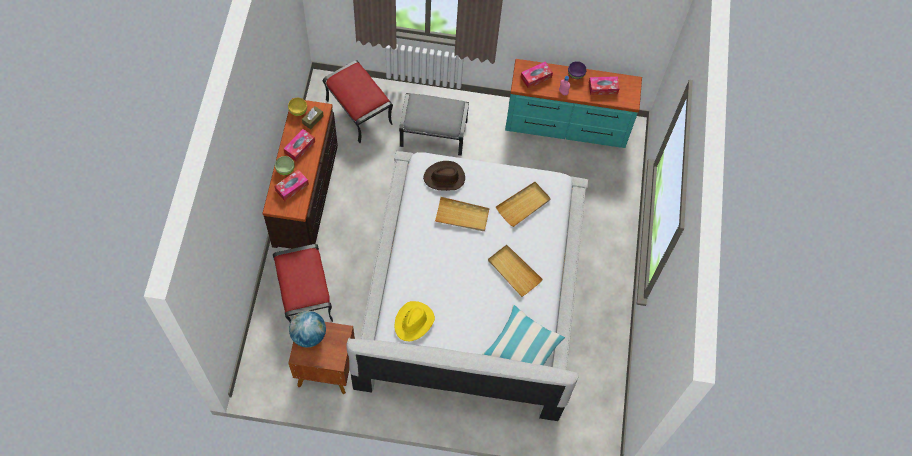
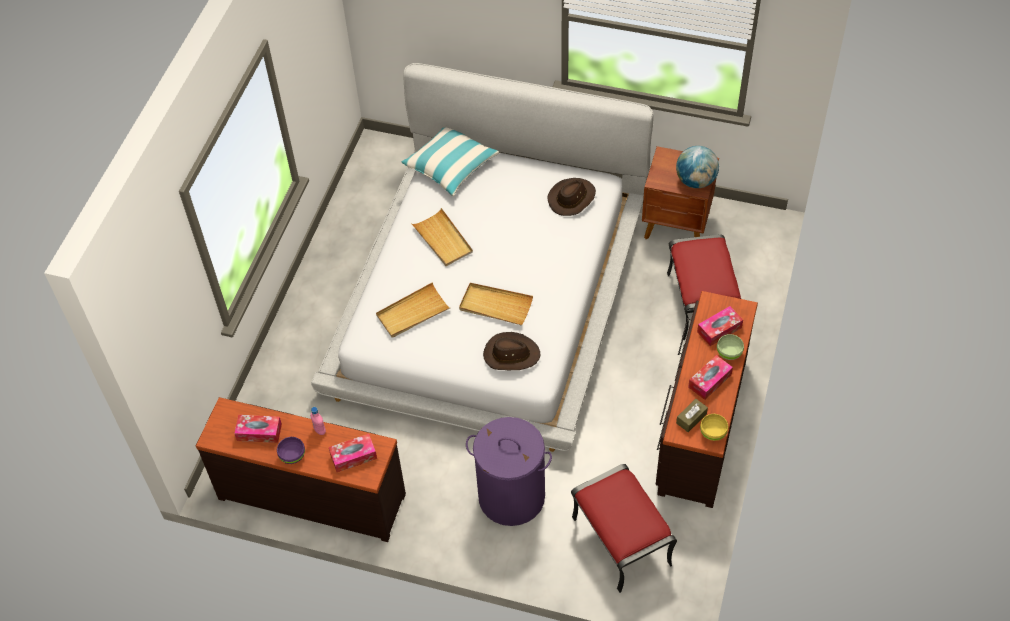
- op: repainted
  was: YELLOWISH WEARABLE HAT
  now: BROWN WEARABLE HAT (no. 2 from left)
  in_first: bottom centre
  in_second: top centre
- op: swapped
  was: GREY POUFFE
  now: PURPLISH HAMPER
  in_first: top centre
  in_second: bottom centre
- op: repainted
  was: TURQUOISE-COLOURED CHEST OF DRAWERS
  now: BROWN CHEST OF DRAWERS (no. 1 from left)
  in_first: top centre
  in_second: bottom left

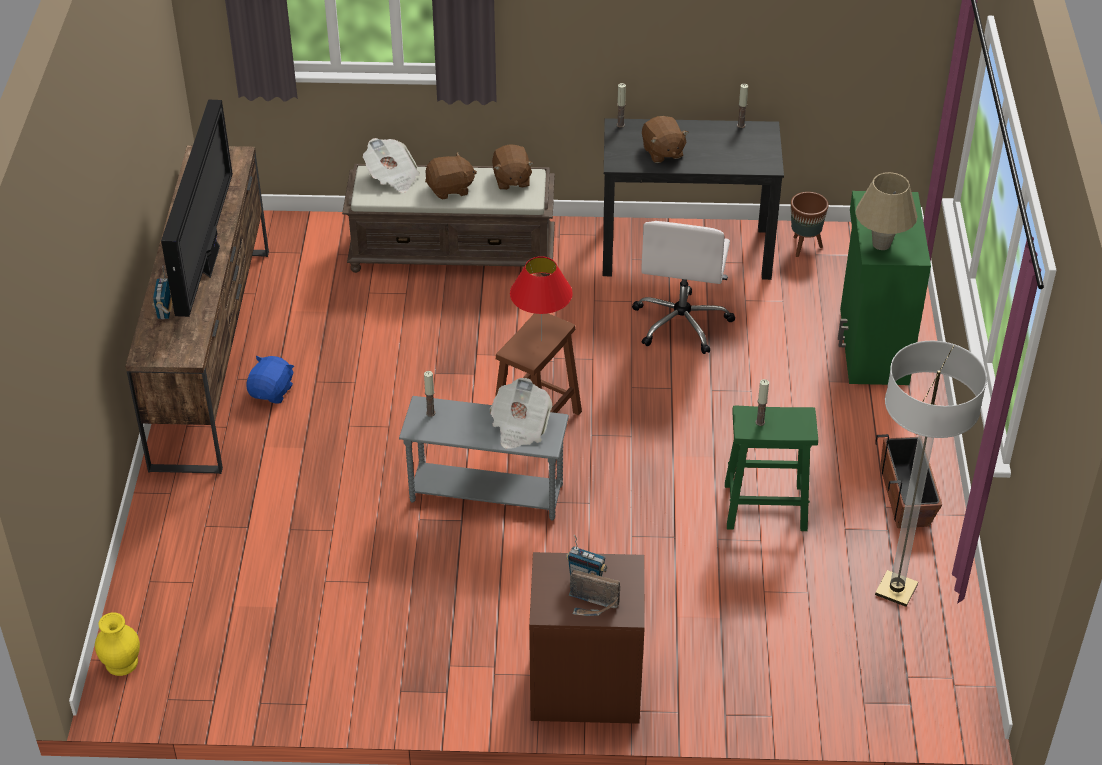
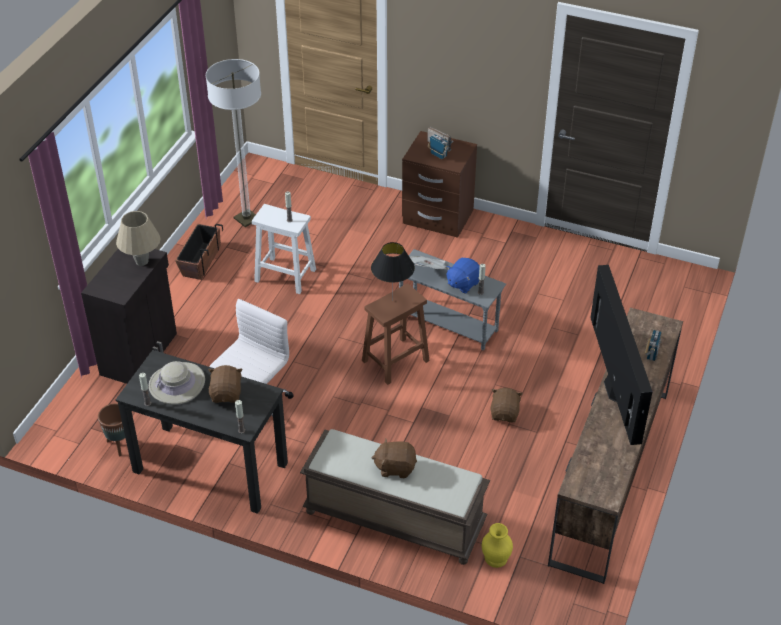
- op: shifted
  was: YELLOWISH DECORATIVE VASE
  in_first: bottom left
  in_second: bottom centre
- op: rotated
  was: TV
  in_first: top left
  in_second: middle right
  clockwise: 150
- op: shifted
  was: BLUE CUDDLY TOY
  in_first: middle left
  in_second: centre
- op: gone
  was: PRINTED PAPER (no. 1 from left)
  in_first: top centre
- op: shifted
  was: BROWN CUDDLY TOY (no. 2 from left in the first image)
  now: BROWN CUDDLY TOY (no. 3 from left)
  in_first: top centre
  in_second: centre
- op: repainted
  was: REDDISH TABLETOP LAMP
  now: BLACK TABLETOP LAMP
  in_first: centre
  in_second: centre
- op: repainted
  was: GREEN-COLOURED STOOL
  now: WHITE-COLOURED STOOL
  in_first: middle right
  in_second: centre
- op: repainted
  was: GREEN-COLOURED CABINET
  now: BLACK CABINET
  in_first: middle right
  in_second: middle left
- op: new
  now: BEIGE WEARABLE HAT
  in_second: middle left

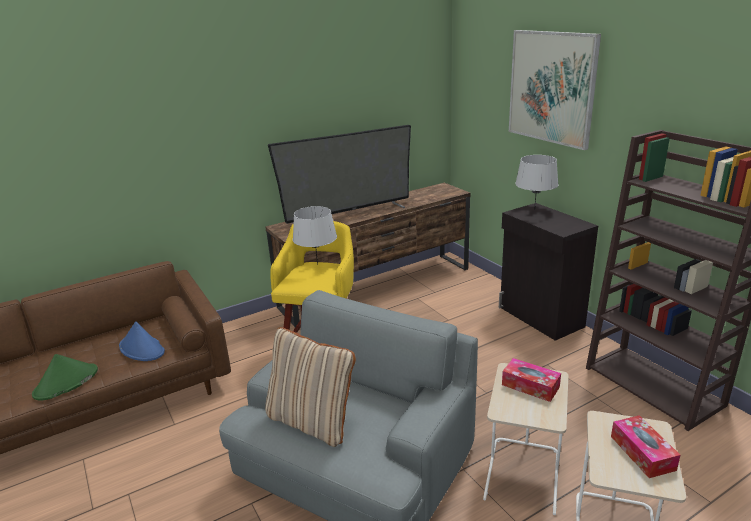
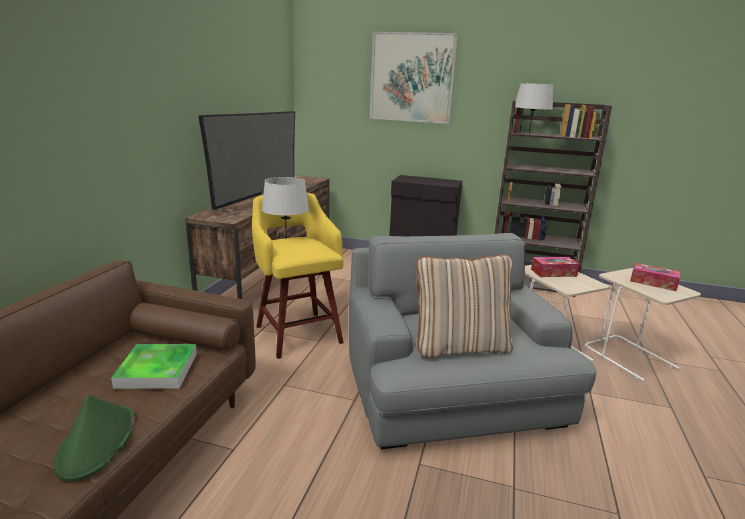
- op: swapped
  was: BLUE WEARABLE HAT
  now: SERVING TRAY
  in_first: middle left
  in_second: bottom left
- op: shifted
  was: GREY TABLETOP LAMP (no. 2 from left)
  in_first: middle right
  in_second: top right

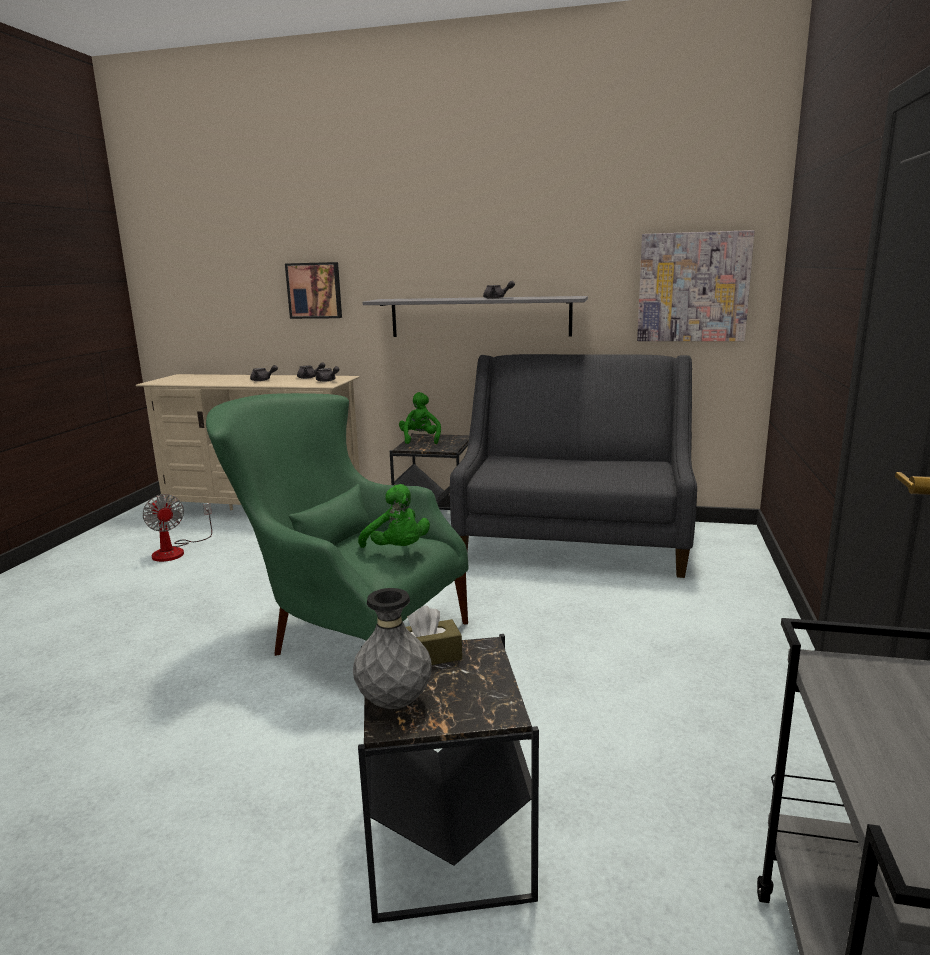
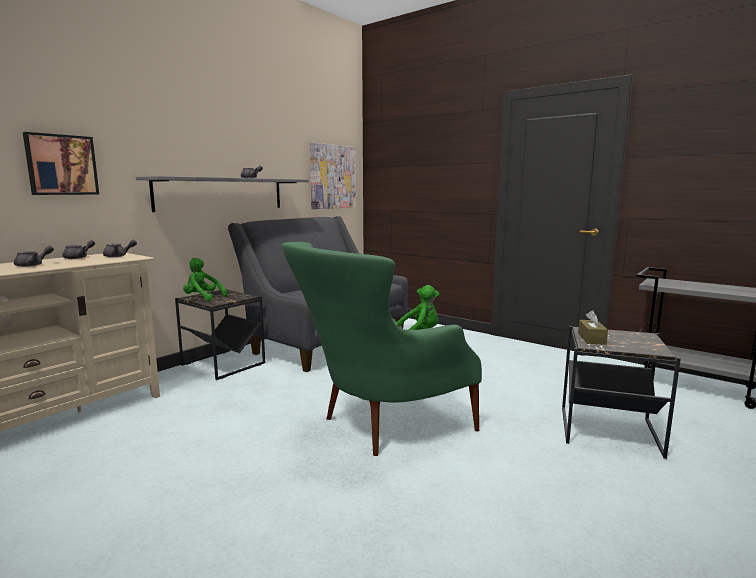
- op: gone
  was: COOLING FAN
  in_first: middle left
- op: gone
  was: GREY DECORATIVE VASE
  in_first: bottom centre

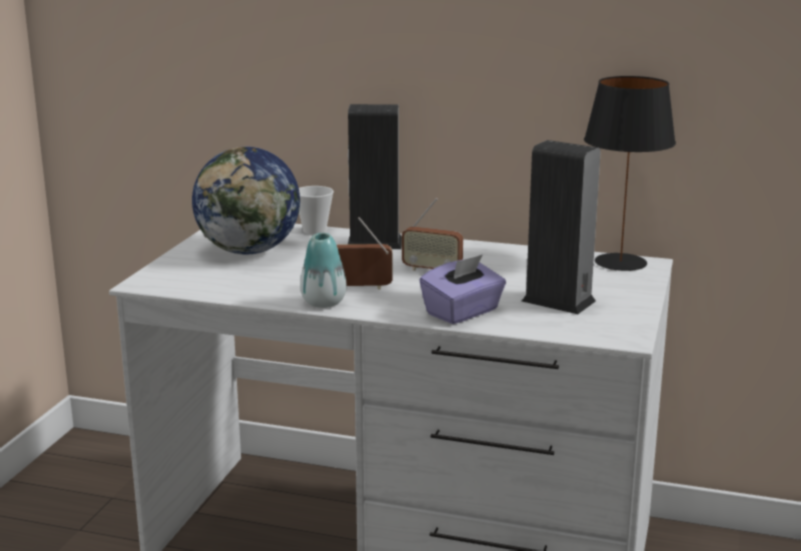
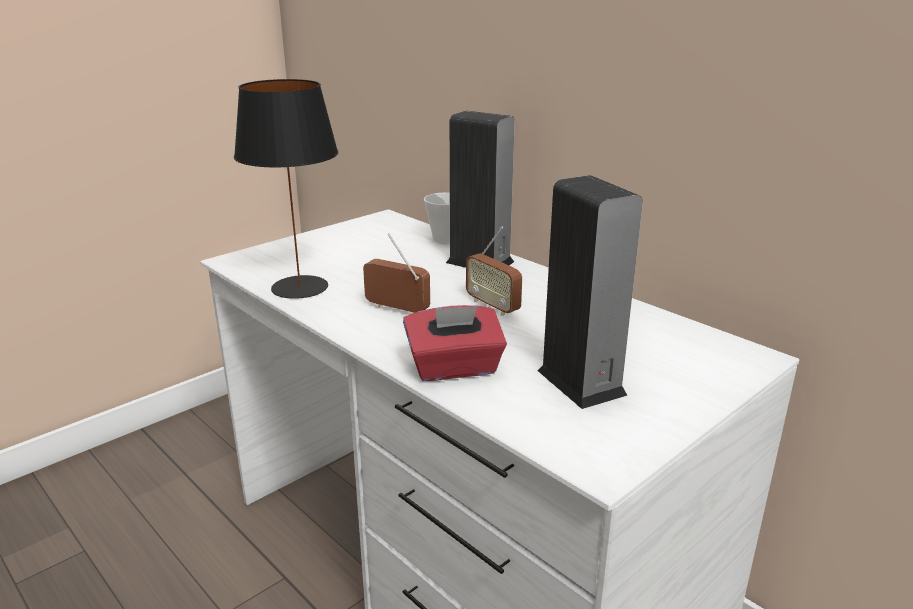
- op: gone
  was: GLOBE
  in_first: middle left
- op: gone
  was: DECORATIVE VASE
  in_first: centre
- op: repainted
  was: PURPLISH TISSUE HOLDER
  now: REDDISH TISSUE HOLDER
  in_first: centre
  in_second: centre
- op: shifted
  was: BLACK TABLETOP LAMP
  in_first: top right
  in_second: top left

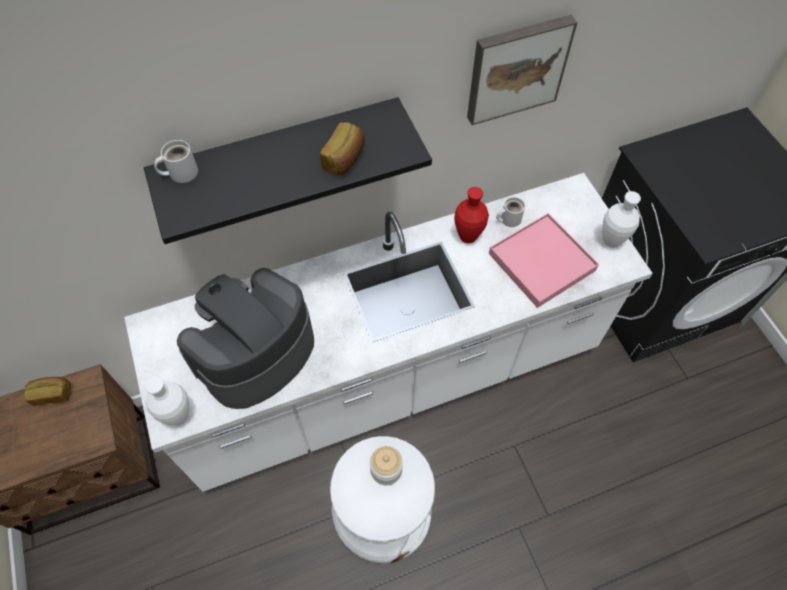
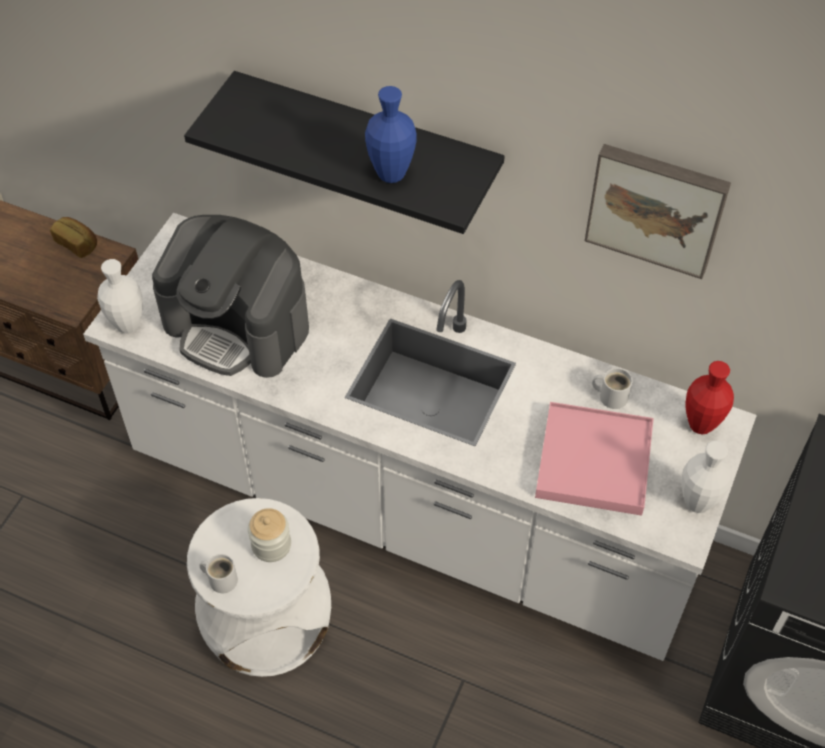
- op: shifted
  was: WHITE-COLOURED TEA MUG (no. 1 from left)
  in_first: top left
  in_second: bottom left
- op: rotated
  was: COFFEE BREWER
  in_first: middle left
  in_second: middle left
  clockwise: -150
- op: swapped
  was: BREAD (no. 2 from left)
  now: BLUE DECORATIVE VASE
  in_first: top centre
  in_second: top centre
- op: shifted
  was: REDDISH DECORATIVE VASE
  in_first: centre
  in_second: middle right

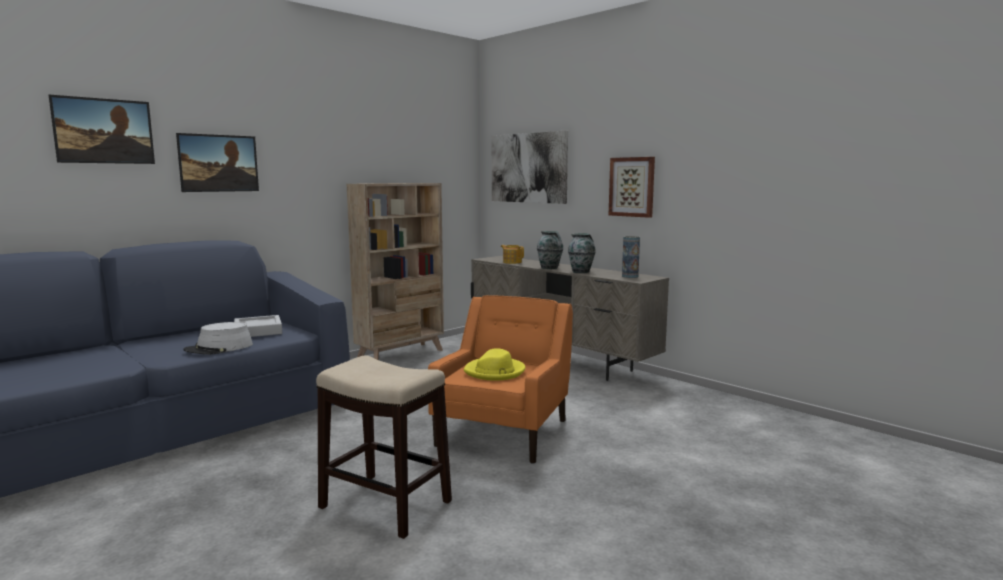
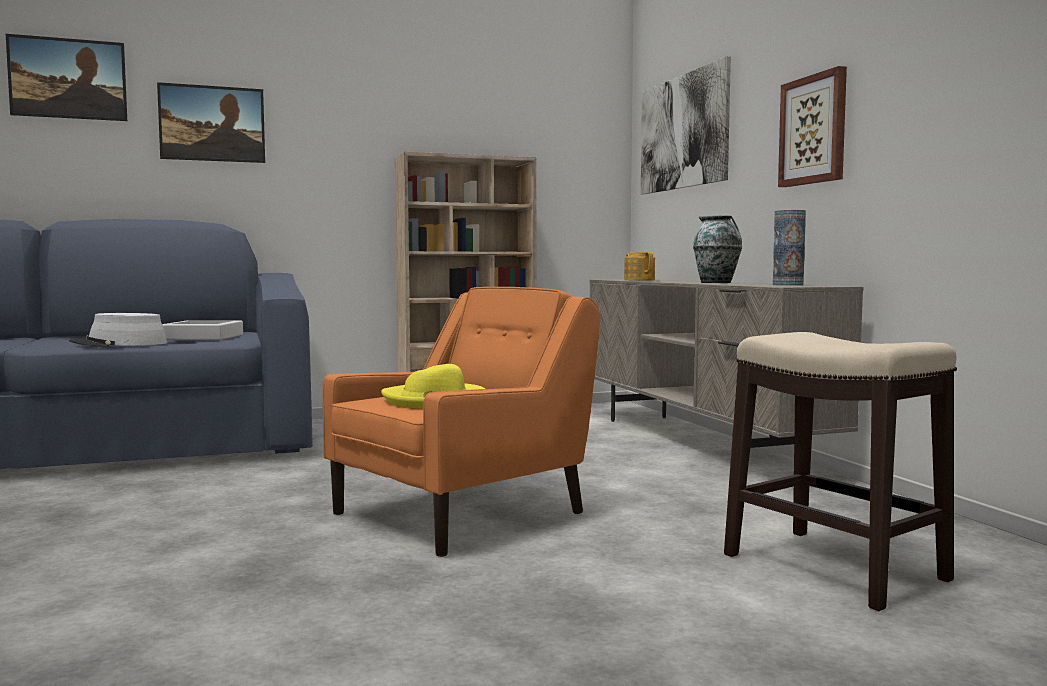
- op: shifted
  was: STOOL
  in_first: bottom centre
  in_second: bottom right
- op: gone
  was: DECORATIVE VASE (no. 1 from left)
  in_first: centre

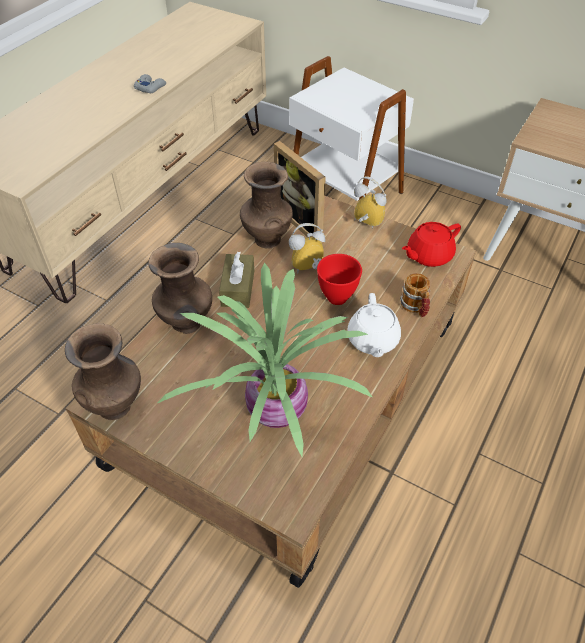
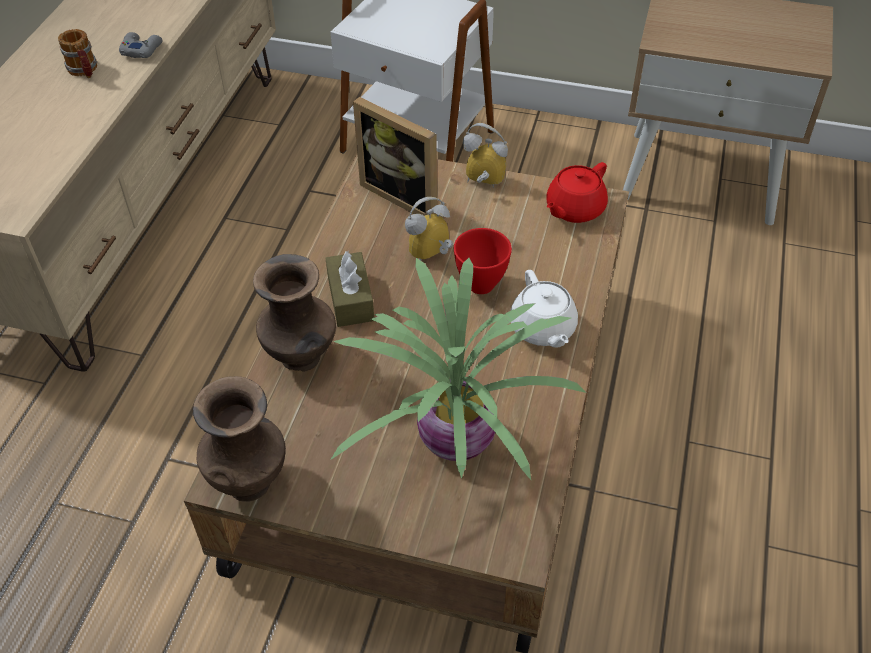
- op: gone
  was: BROWN DECORATIVE VASE (no. 3 from left)
  in_first: top centre
- op: shifted
  was: TEA MUG
  in_first: middle right
  in_second: top left

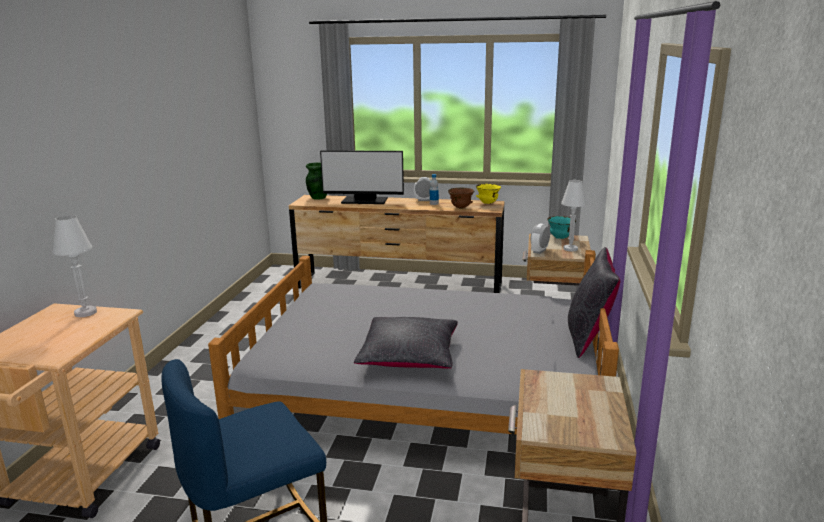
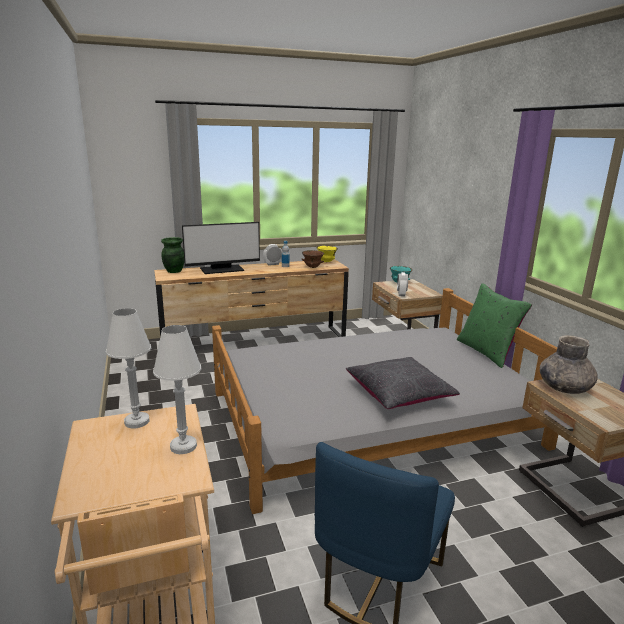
- op: shifted
  was: WHITE-COLOURED TABLETOP LAMP (no. 2 from left)
  in_first: middle right
  in_second: middle left
- op: repainted
  was: BLACK THROW PILLOW (no. 2 from left)
  now: GREEN-COLOURED THROW PILLOW
  in_first: middle right
  in_second: middle right
- op: new
  now: GREY DECORATIVE VASE
  in_second: middle right

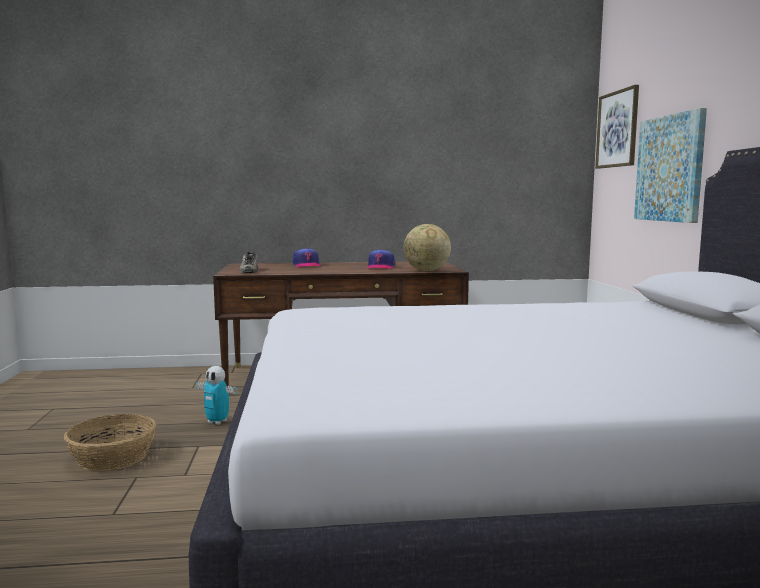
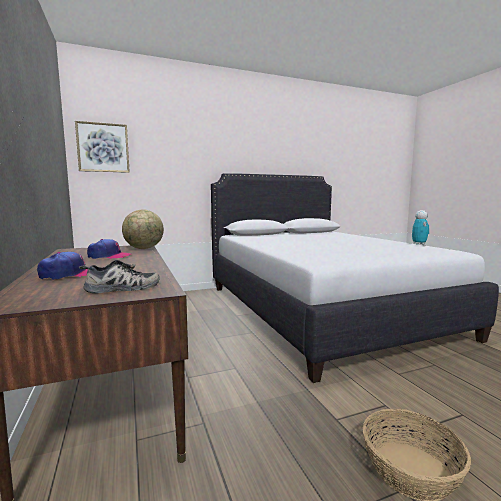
- op: shifted
  was: TOY ROBOT
  in_first: bottom left
  in_second: middle right
- op: gone
  was: PICTURE (no. 2 from left)
  in_first: top right

